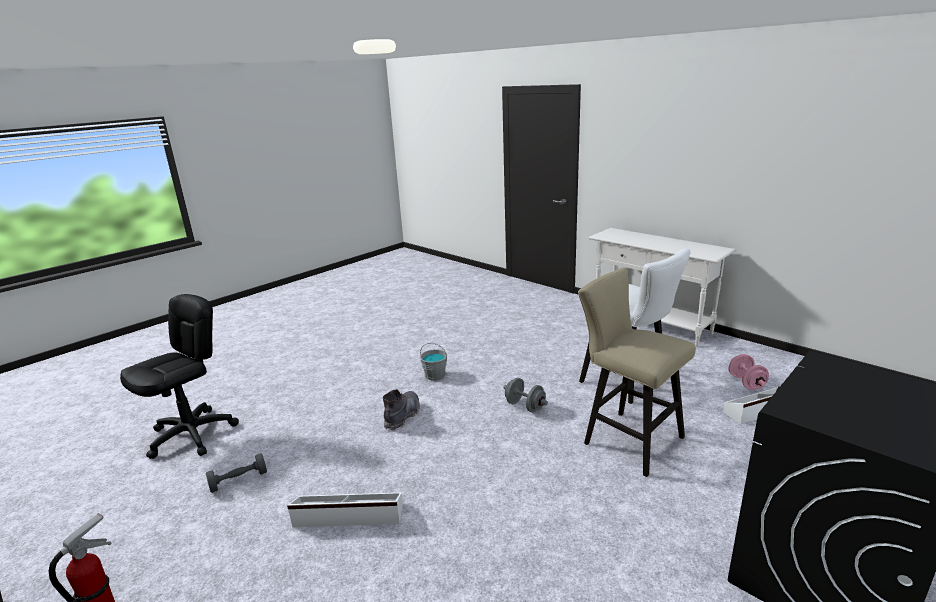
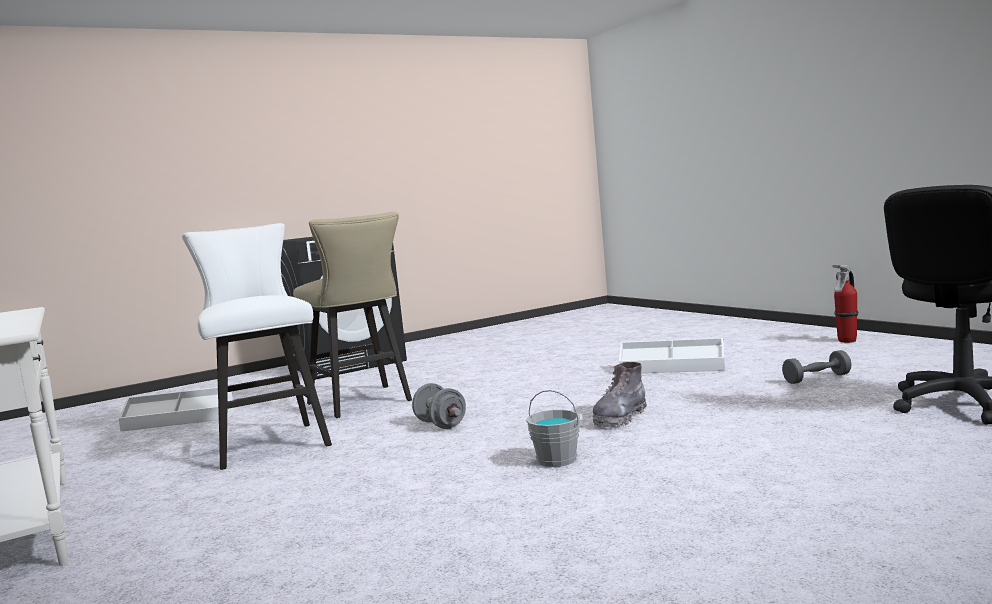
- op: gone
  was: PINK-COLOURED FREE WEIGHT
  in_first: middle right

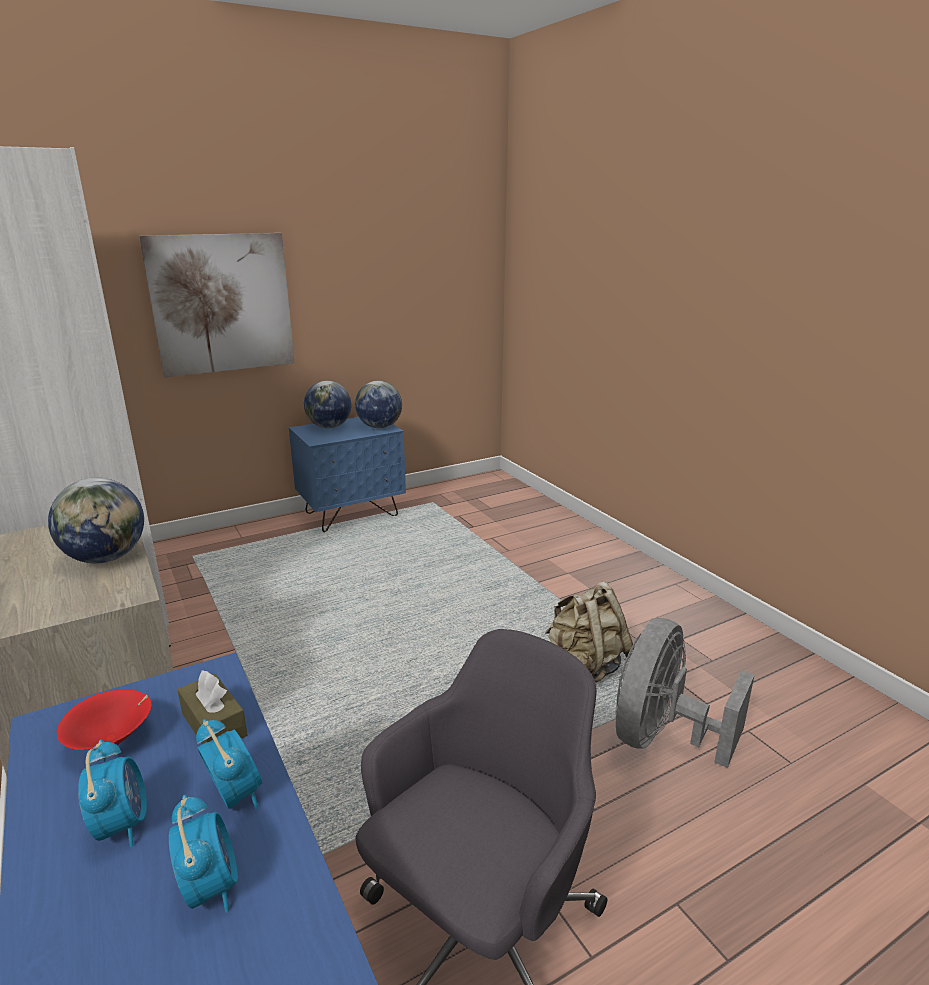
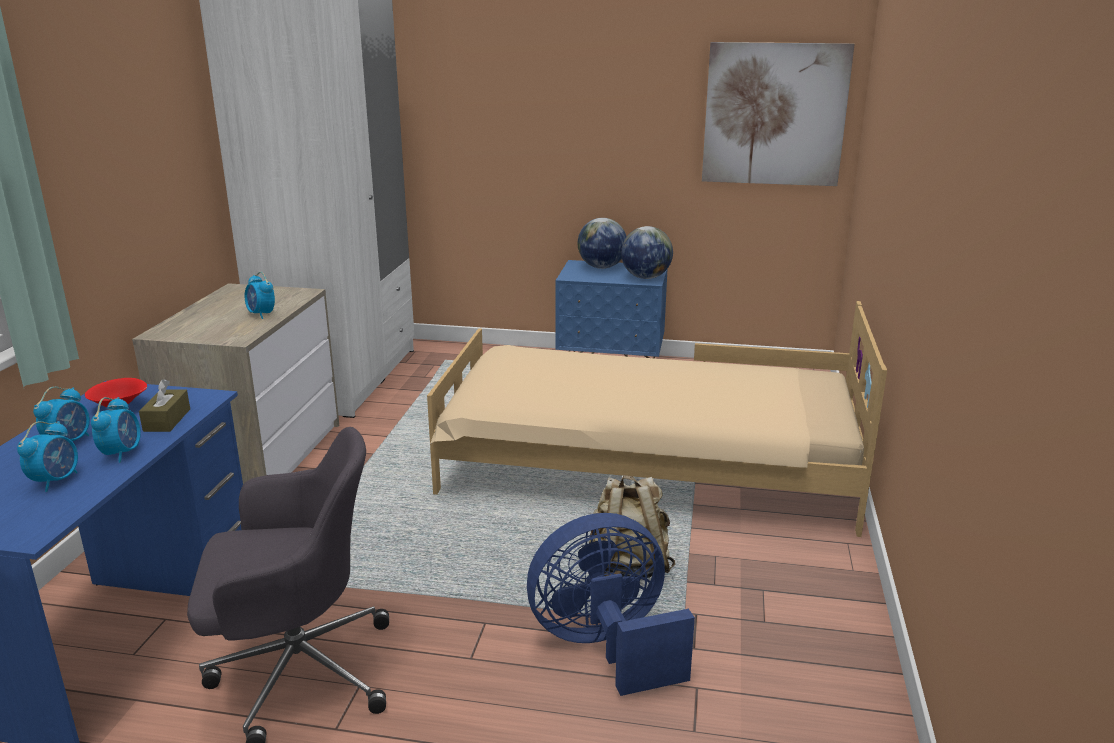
- op: swapped
  was: GLOBE (no. 1 from left)
  now: ALARM CLOCK (no. 4 from left)
  in_first: middle left
  in_second: middle left
- op: shifted
  was: PICTURE
  in_first: top left
  in_second: top right
- op: repainted
  was: GREY COOLING FAN
  now: BLUE COOLING FAN
  in_first: bottom right
  in_second: bottom centre
- op: new
  now: BEIGE BED
  in_second: centre

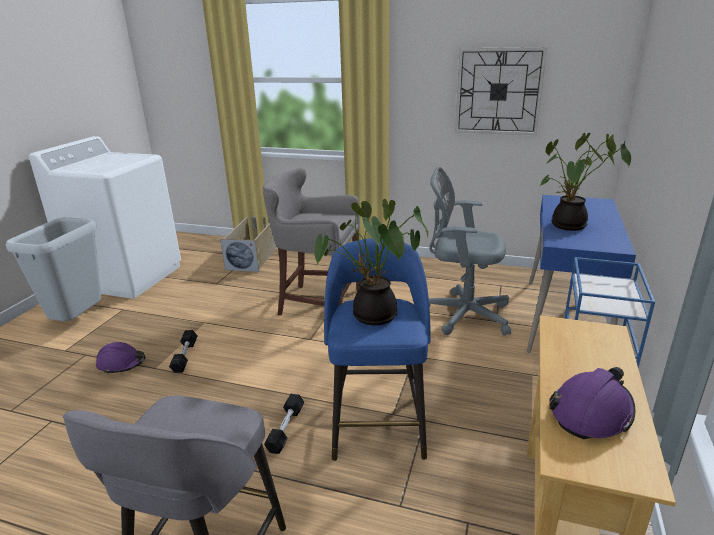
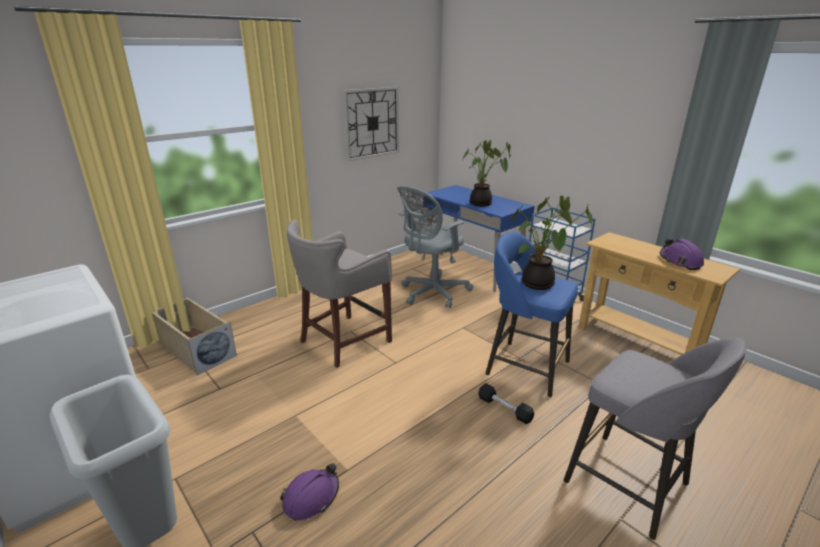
- op: gone
  was: BLACK FREE WEIGHT (no. 1 from left)
  in_first: middle left

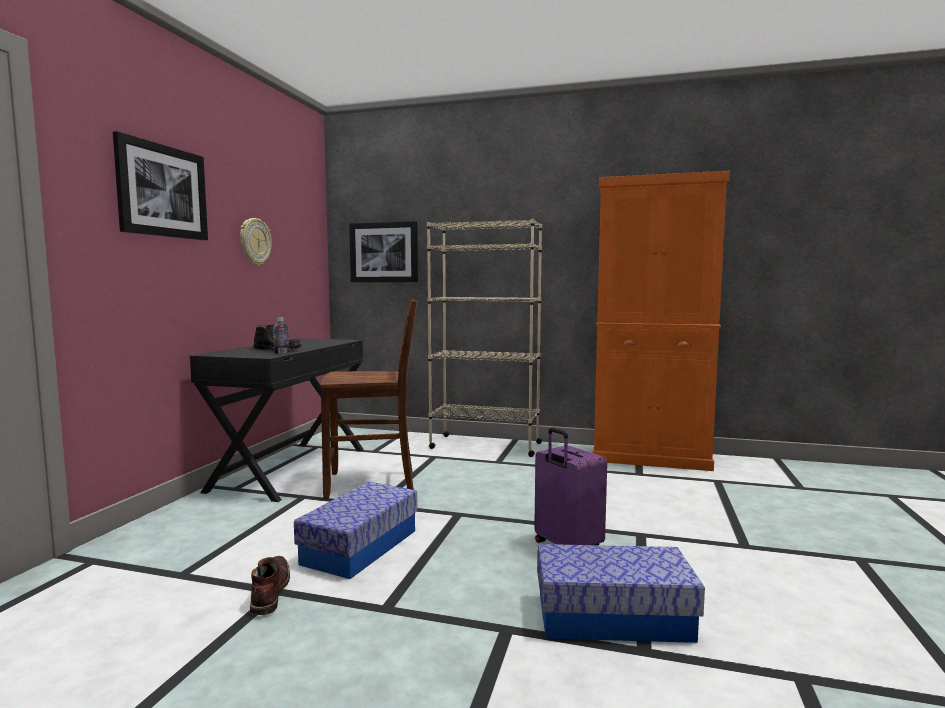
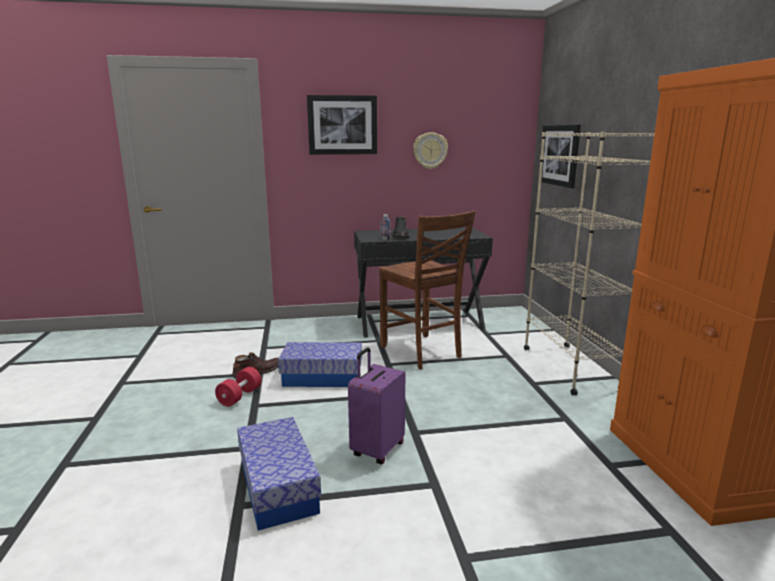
- op: new
  now: REDDISH FREE WEIGHT
  in_second: middle left

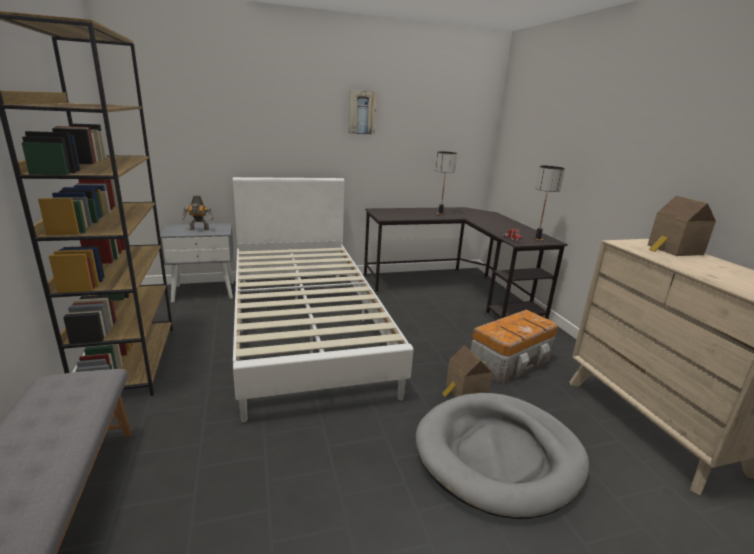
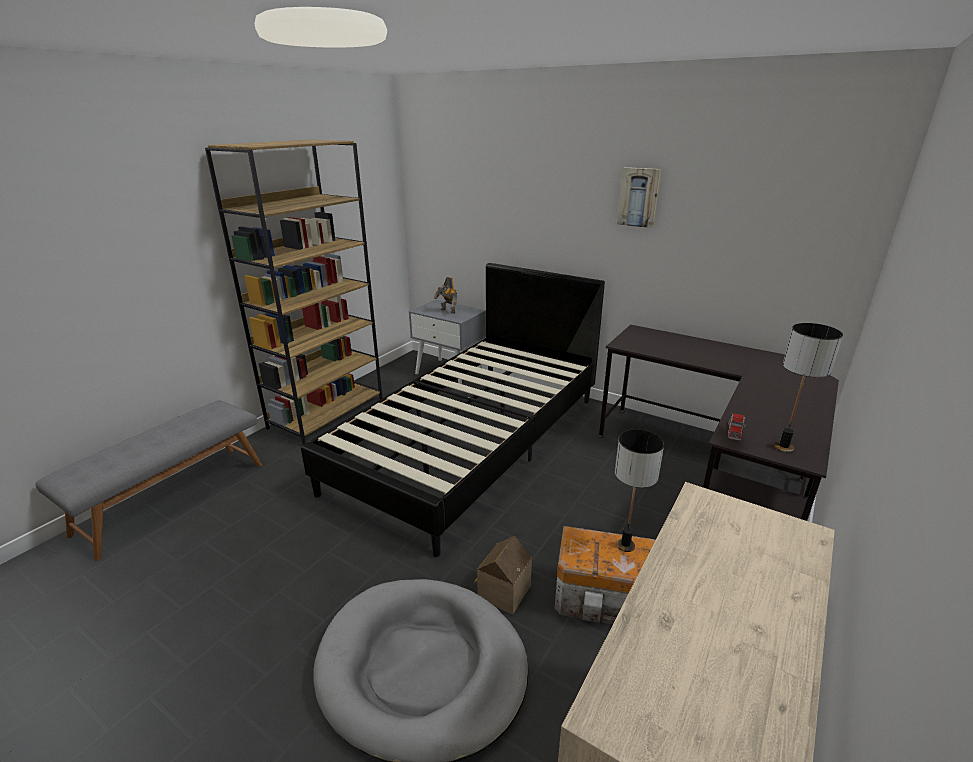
- op: repainted
  was: WHITE-COLOURED BED
  now: BLACK BED
  in_first: centre
  in_second: centre
- op: shifted
  was: TABLETOP LAMP (no. 1 from left)
  in_first: top centre
  in_second: centre
- op: gone
  was: MODEL HOUSE (no. 2 from left)
  in_first: middle right

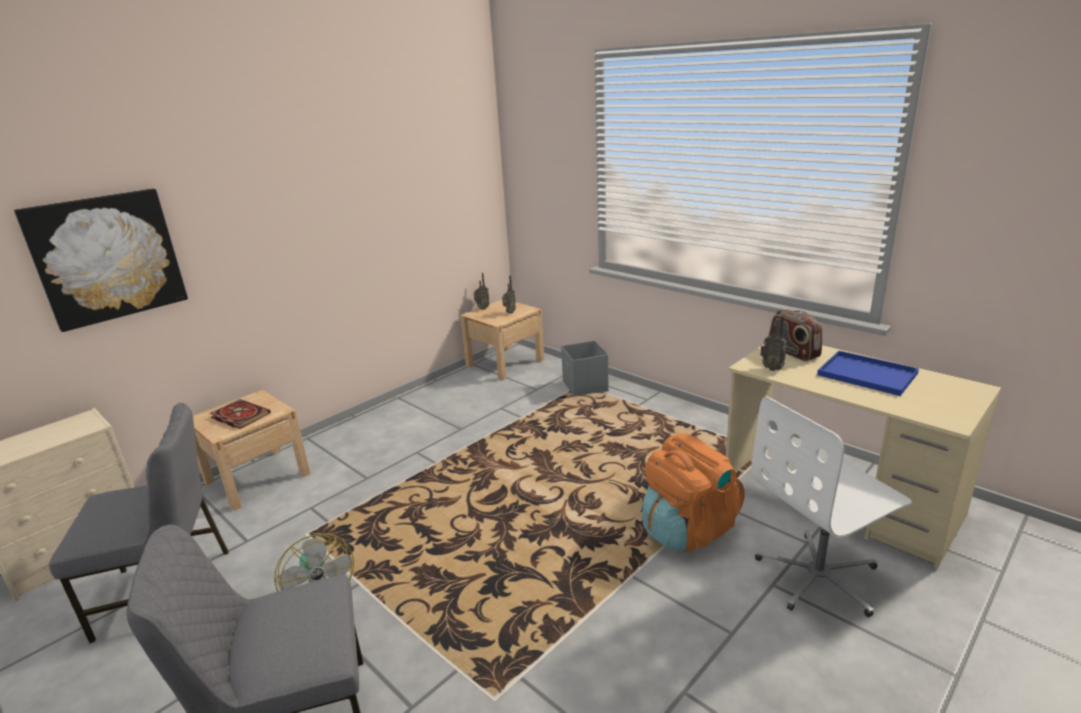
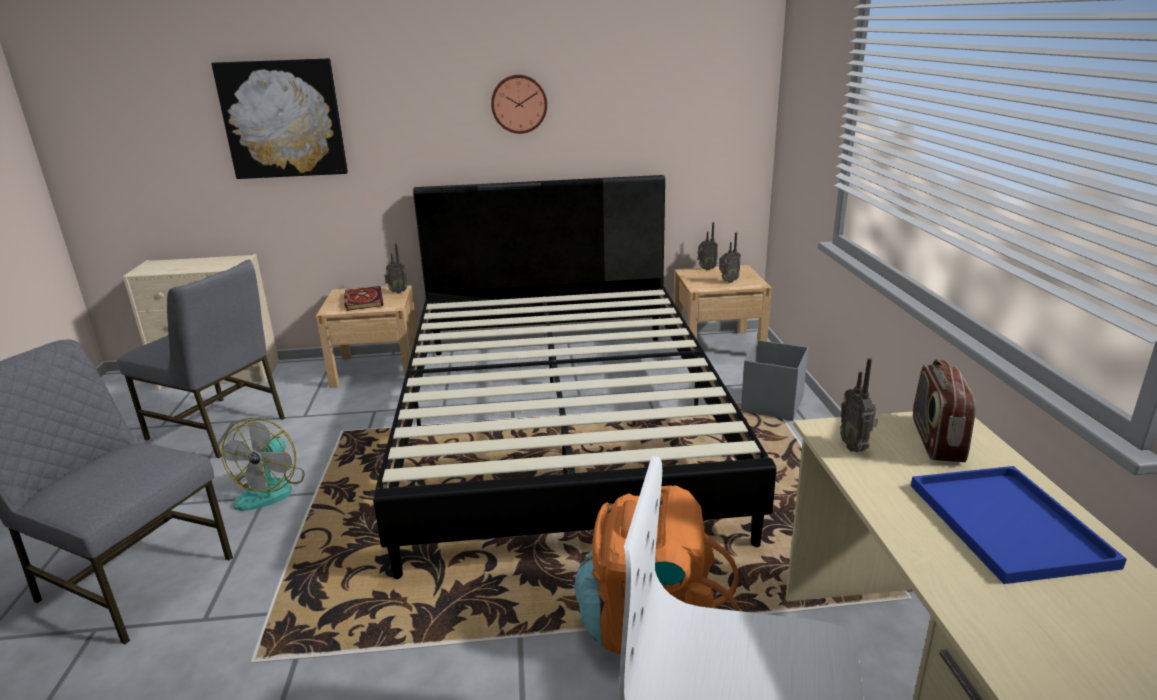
- op: new
  now: BLACK BED
  in_second: centre
- op: new
  now: RADIO (no. 1 from left)
  in_second: centre
- op: new
  now: HANGING CLOCK
  in_second: top centre

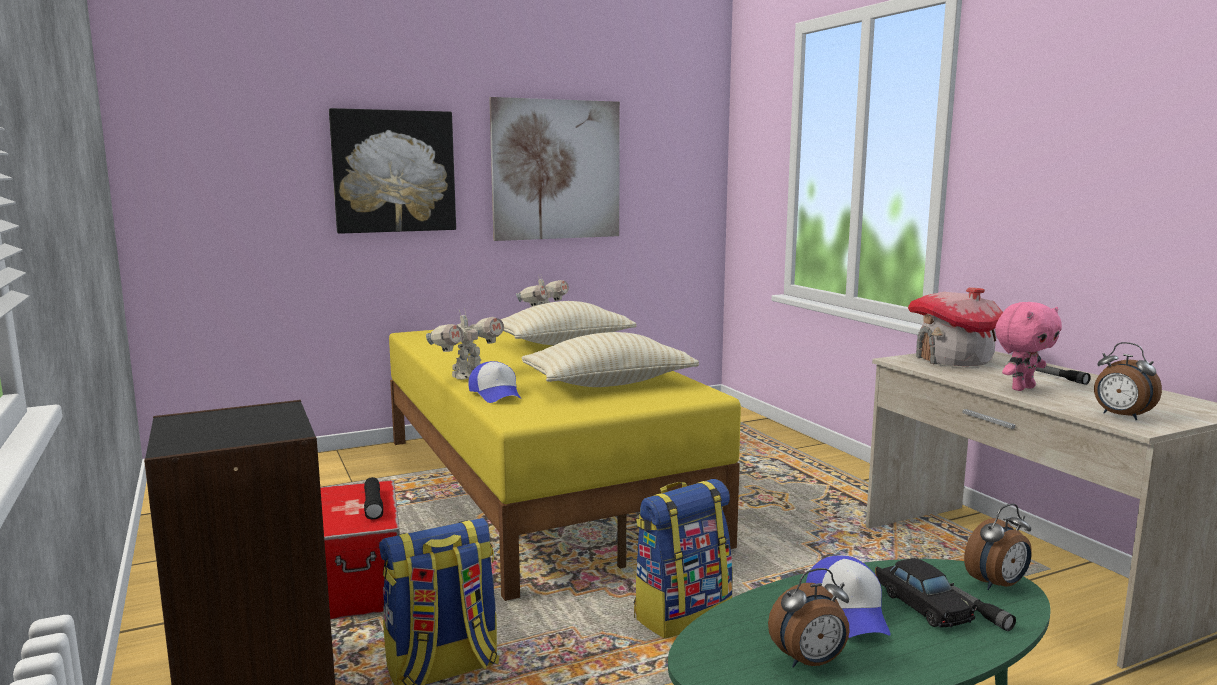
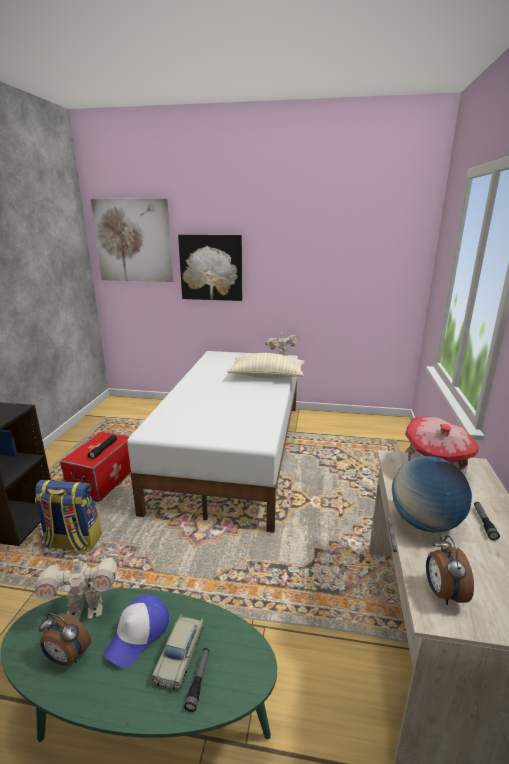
- op: repainted
  was: YELLOWISH BED
  now: WHITE-COLOURED BED
  in_first: bottom centre
  in_second: centre
- op: shifted
  was: TOY ROBOT (no. 1 from left)
  in_first: centre
  in_second: bottom left
- op: gone
  was: BASEBALL CAP (no. 1 from left)
  in_first: centre
- op: shifted
  was: PICTURE (no. 2 from left in the first image)
  now: PICTURE (no. 1 from left)
  in_first: top centre
  in_second: top left
- op: gone
  was: BEIGE THROW PILLOW (no. 2 from left)
  in_first: centre
- op: gone
  was: KNAPSACK (no. 2 from left)
  in_first: bottom centre
- op: repainted
  was: BLACK MODEL CAR
  now: BEIGE MODEL CAR
  in_first: bottom right
  in_second: bottom centre
- op: gone
  was: ALARM CLOCK (no. 2 from left)
  in_first: bottom right
- op: swapped
  was: PINK-COLOURED CUDDLY TOY
  now: GLOBE
  in_first: middle right
  in_second: middle right

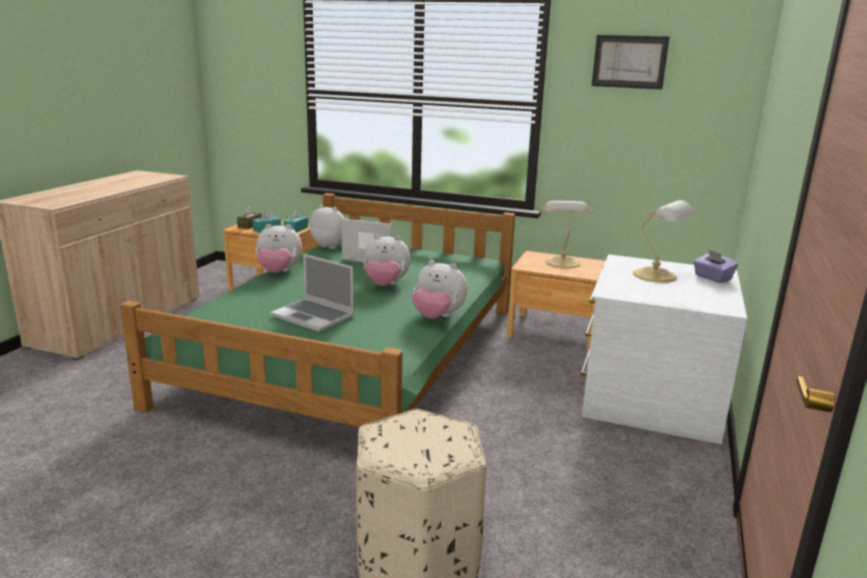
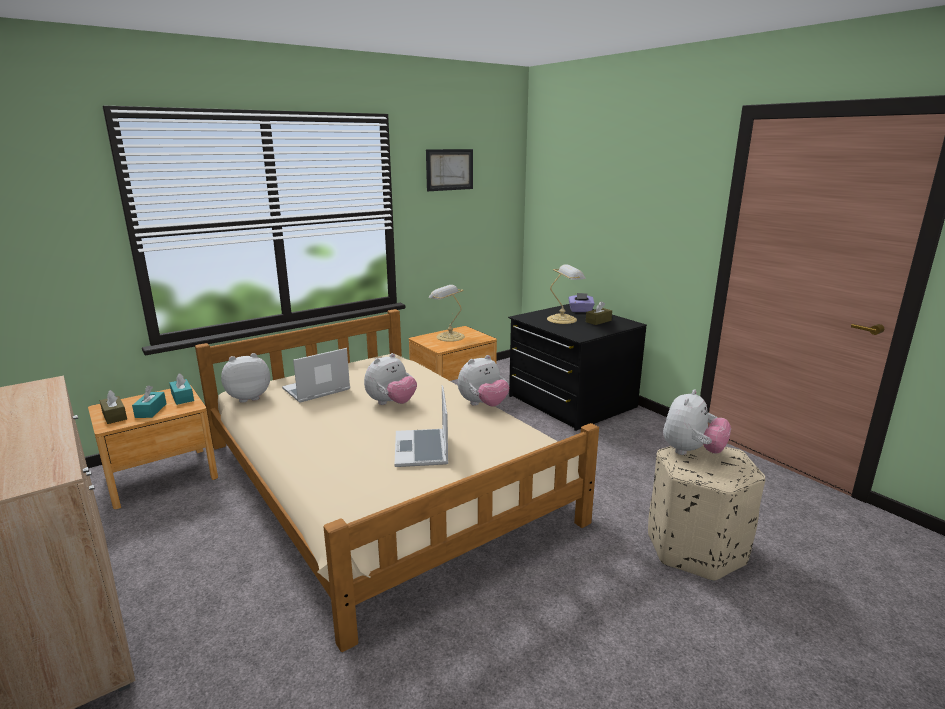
- op: repainted
  was: GREEN-COLOURED BED
  now: BEIGE BED
  in_first: centre
  in_second: bottom centre
- op: shifted
  was: CUDDLY TOY (no. 1 from left in the first image)
  now: CUDDLY TOY (no. 4 from left)
  in_first: middle left
  in_second: middle right
- op: rotated
  was: PORTABLE COMPUTER (no. 1 from left in the first image)
  in_first: centre
  in_second: centre
  clockwise: 105
- op: repainted
  was: WHITE-COLOURED CHEST OF DRAWERS
  now: BLACK CHEST OF DRAWERS
  in_first: middle right
  in_second: centre
- op: new
  now: BROWN TISSUE HOLDER (no. 2 from left)
  in_second: centre

